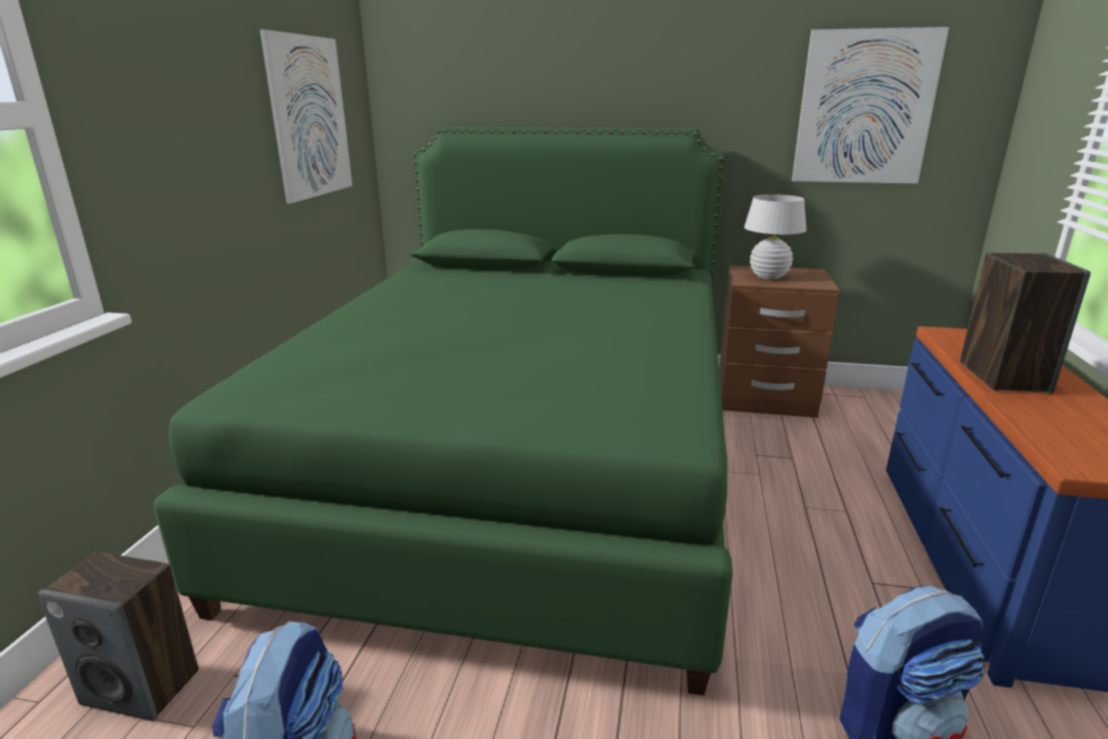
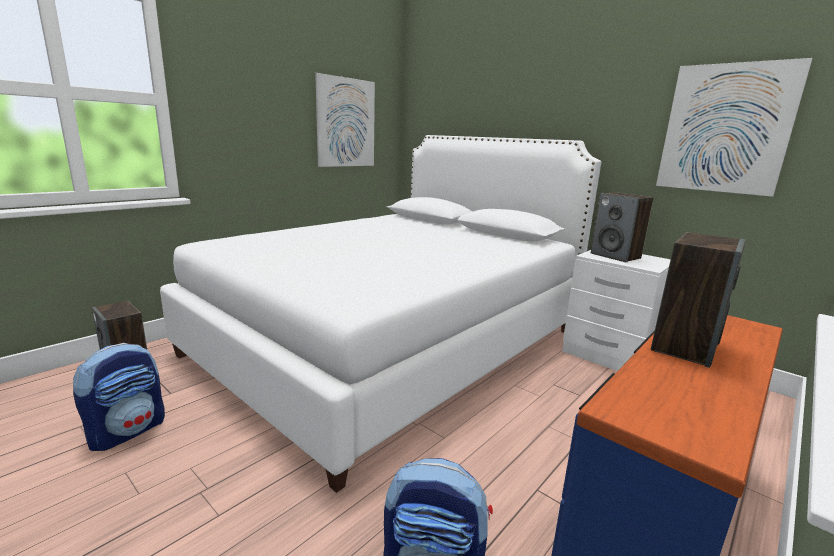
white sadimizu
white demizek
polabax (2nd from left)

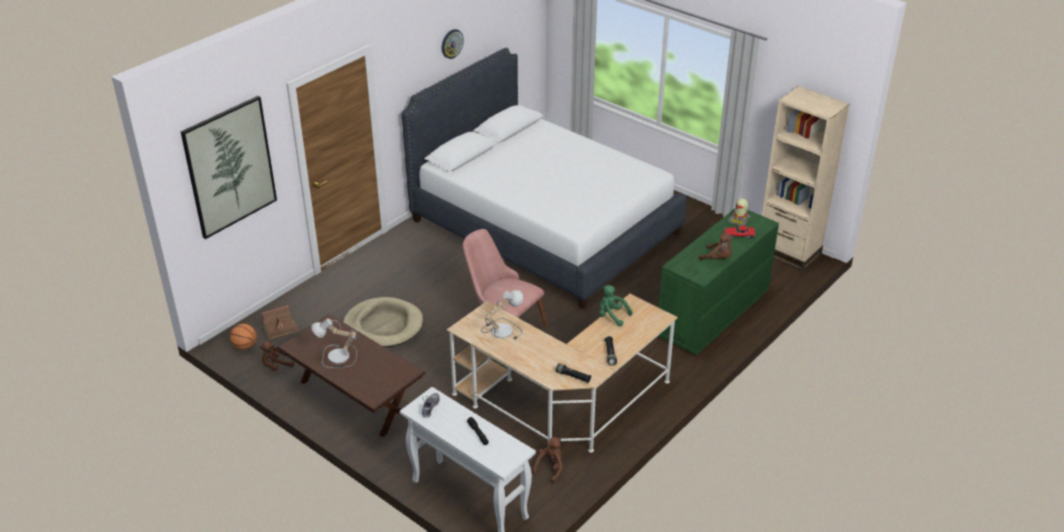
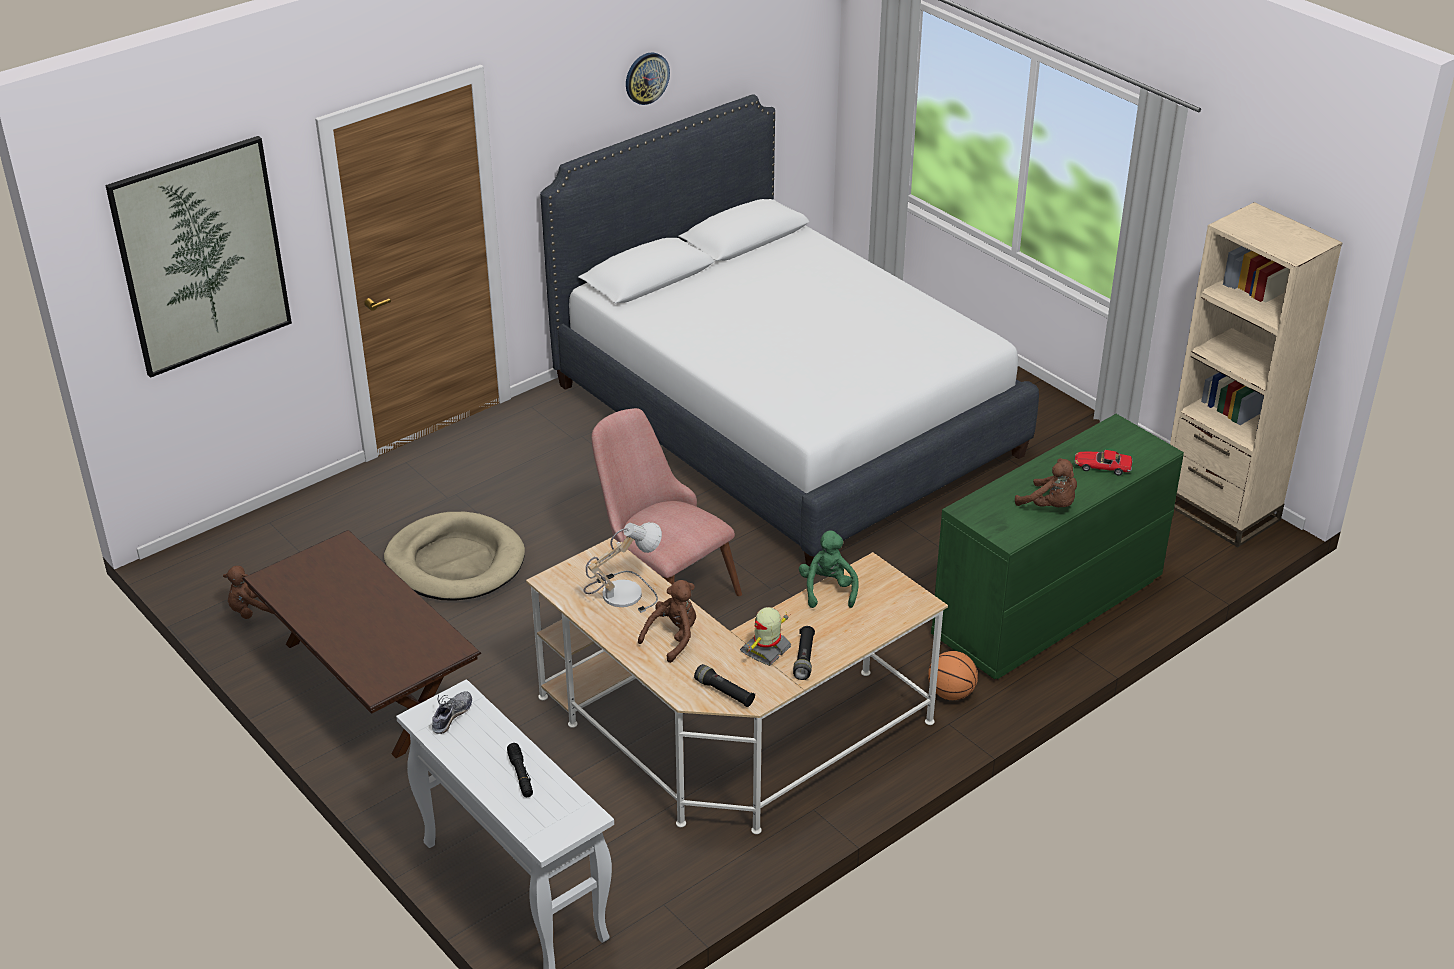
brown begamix (2nd from left)
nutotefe
green begamix
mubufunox
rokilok
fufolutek (1st from left in the first image)

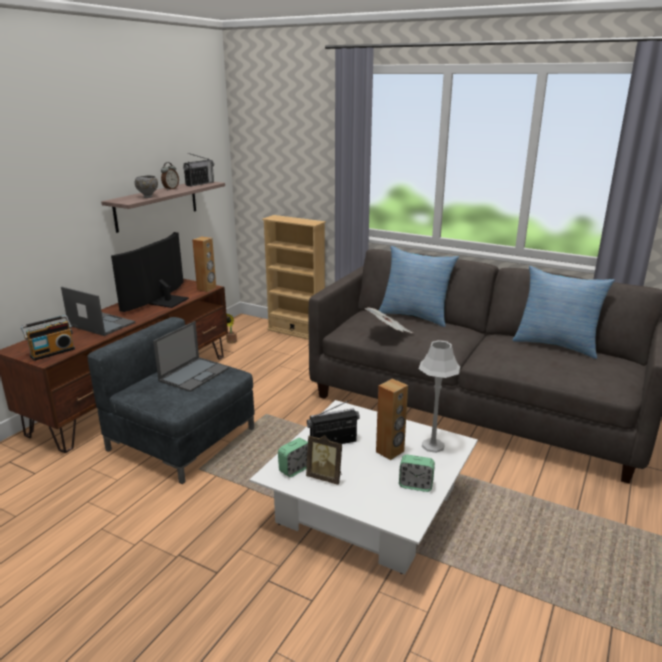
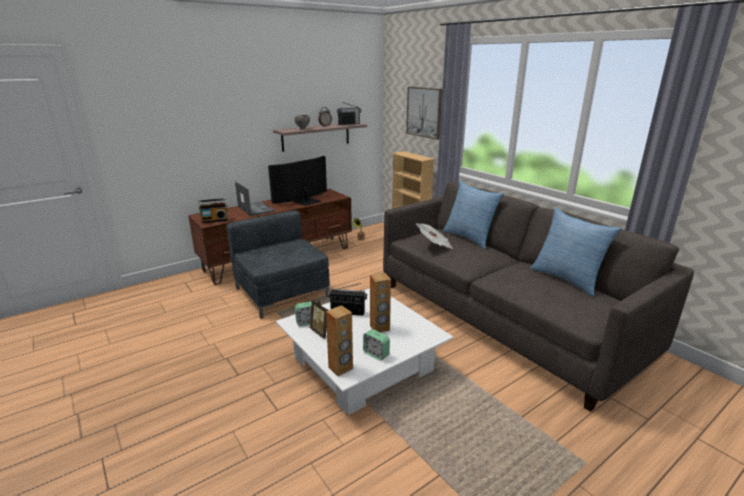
brown polabax (1st from left)
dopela
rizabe (2nd from left in the first image)
grey fufolutek

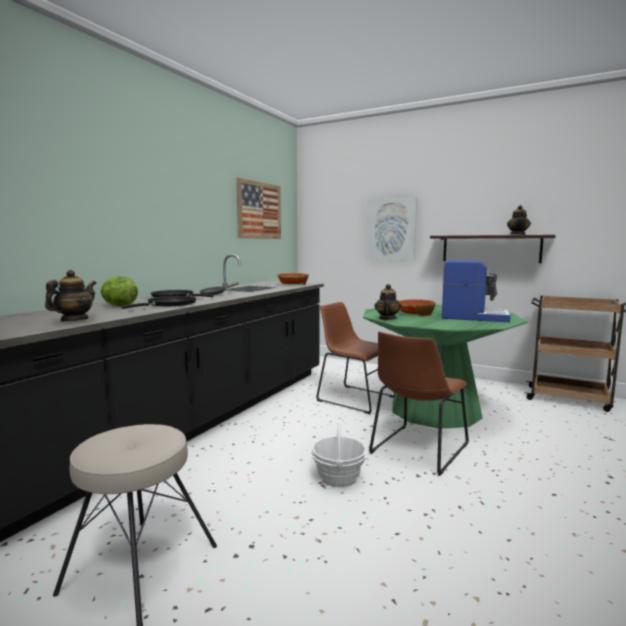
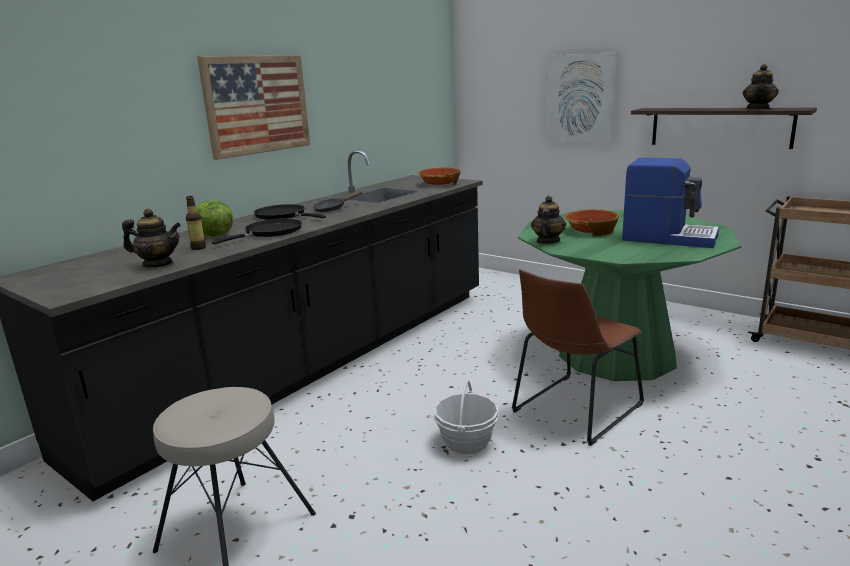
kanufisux (1st from left)
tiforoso
dopela (1st from left)
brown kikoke (1st from left in the first image)

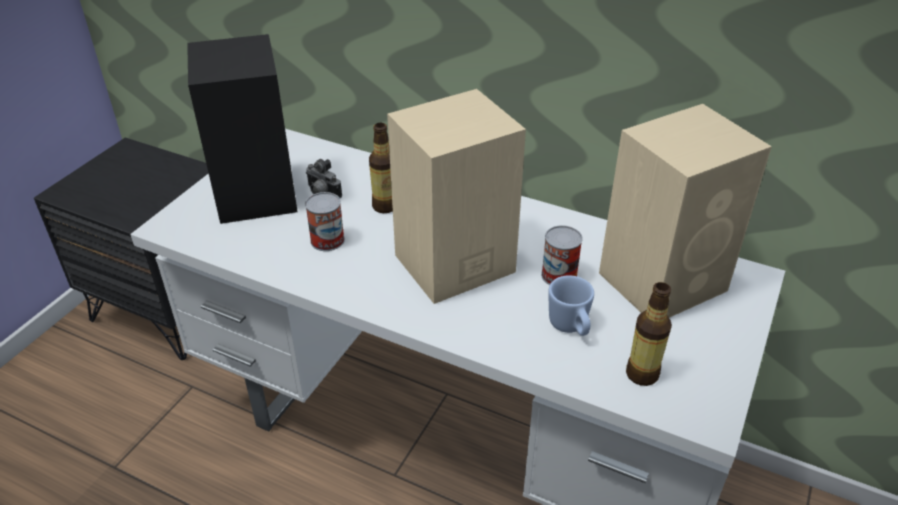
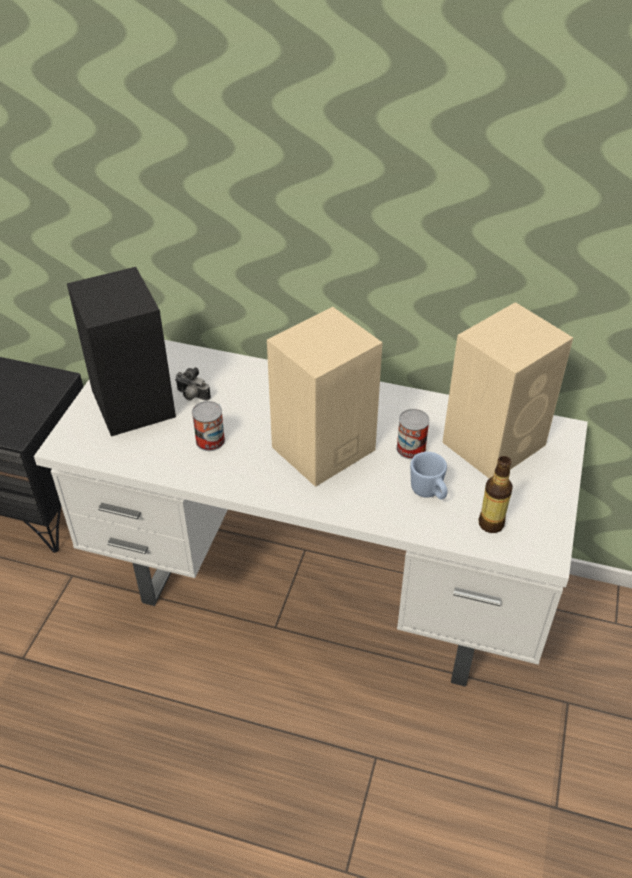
tiforoso (1st from left in the first image)

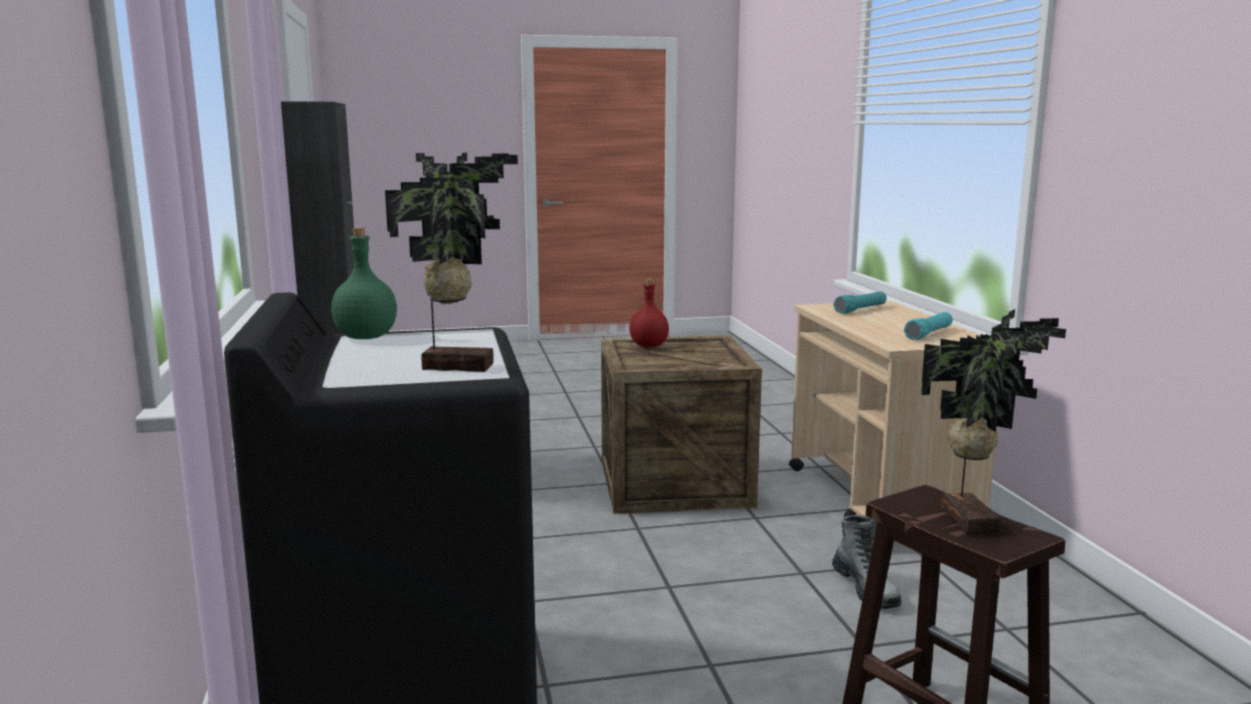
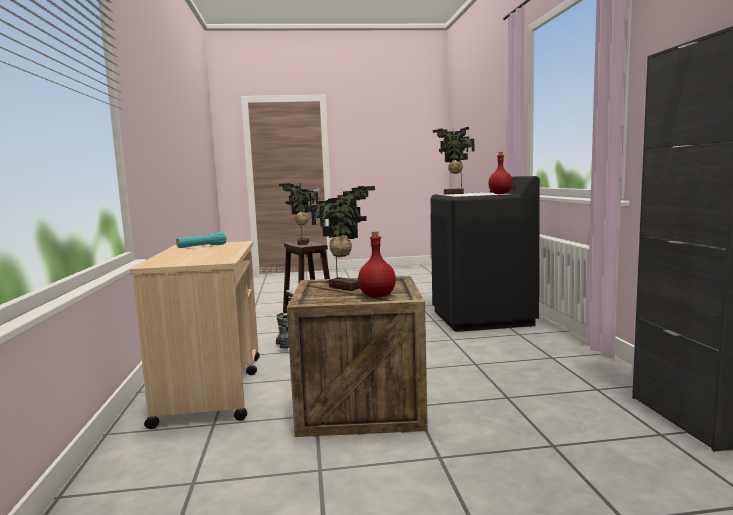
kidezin (2nd from left)
red tiforoso (2nd from left)
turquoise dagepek (1st from left in the first image)

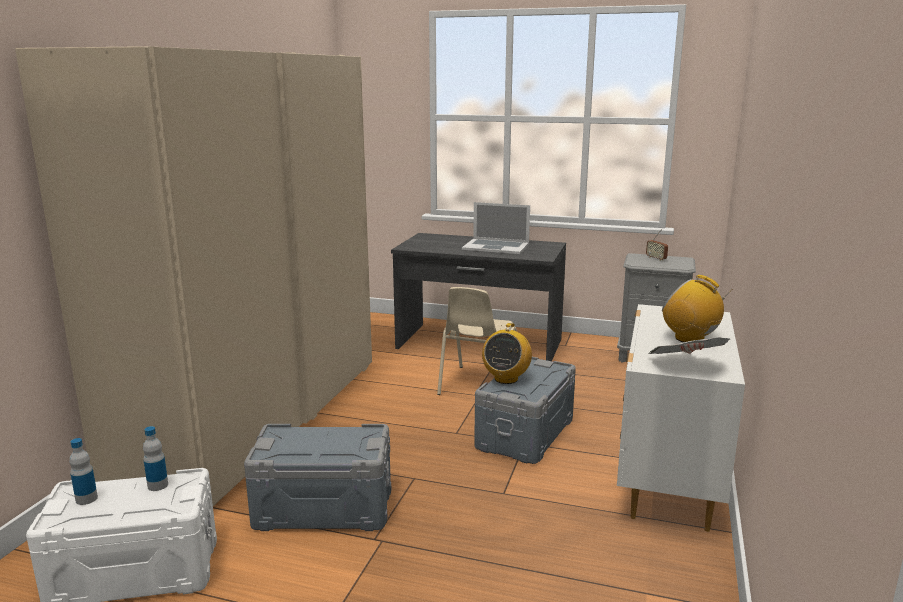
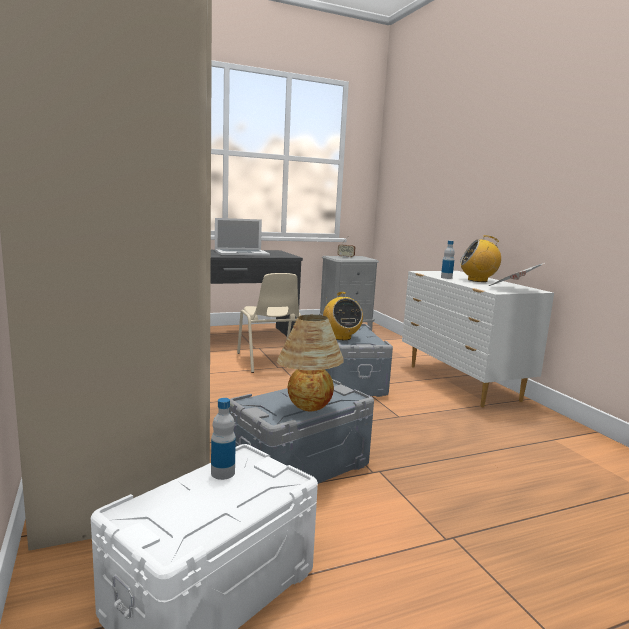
fufolutek
tiforoso (2nd from left)

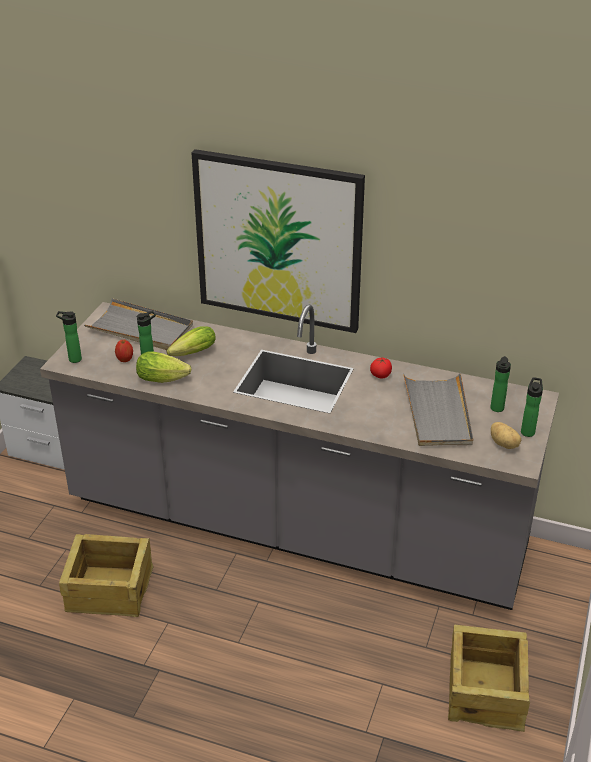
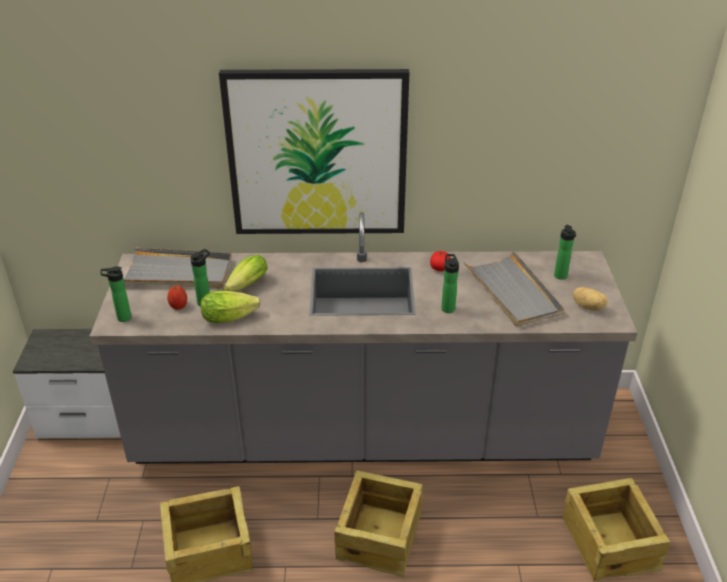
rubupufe (2nd from left)
tiforoso (3rd from left)

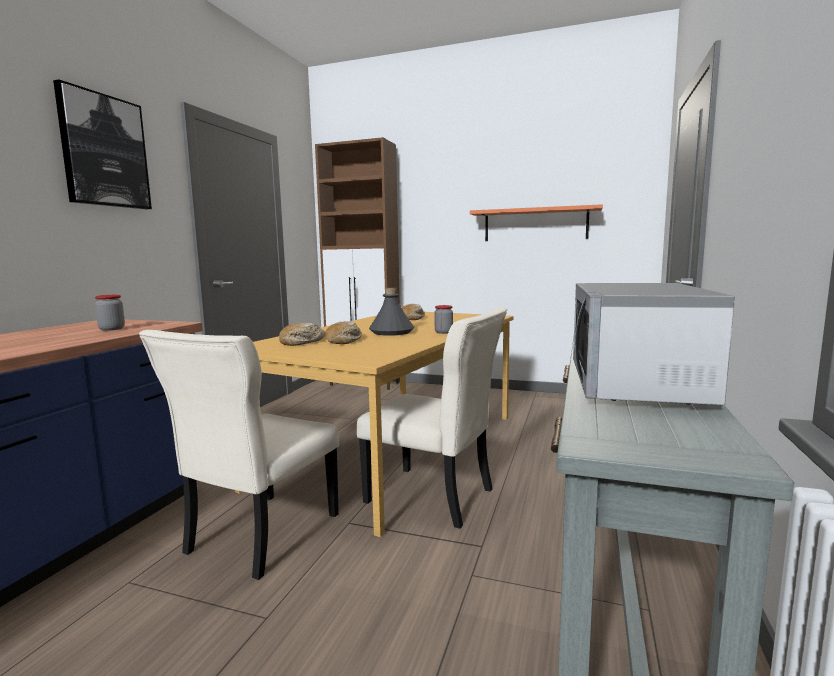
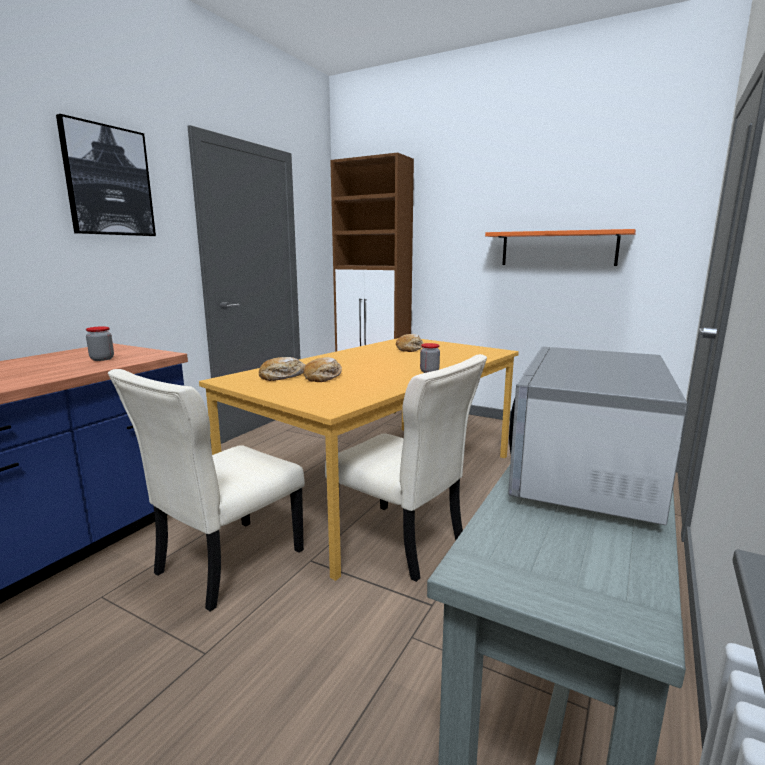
grey tiforoso

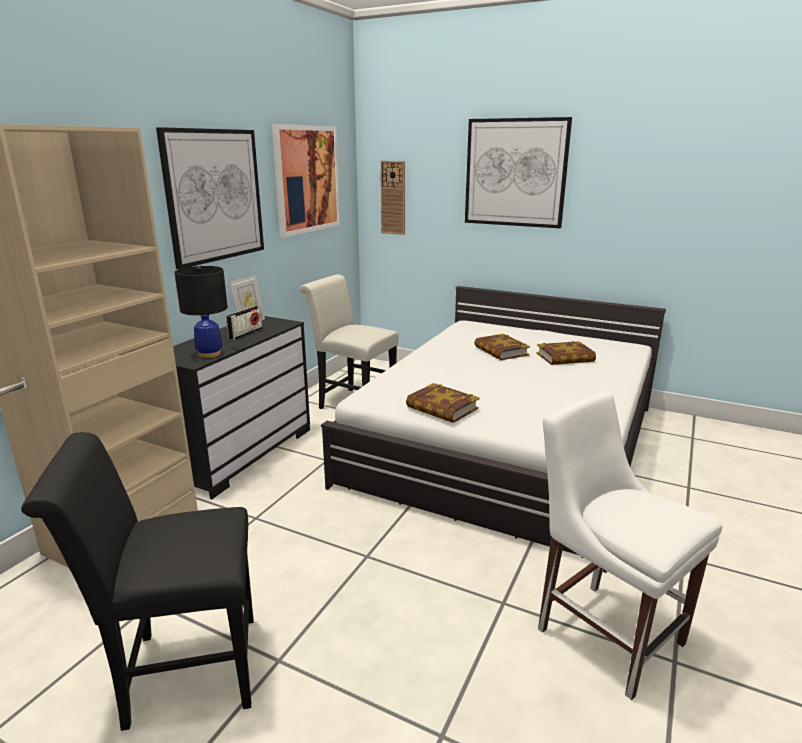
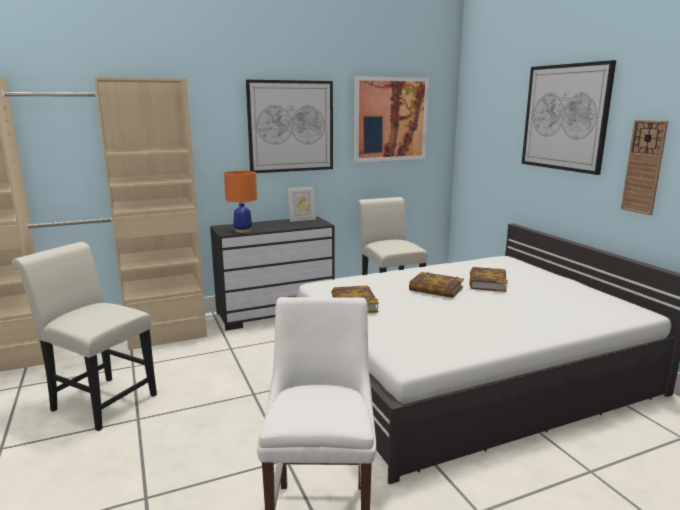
white kikoke (1st from left)
orange fufolutek
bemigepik (2nd from left)
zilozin
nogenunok

